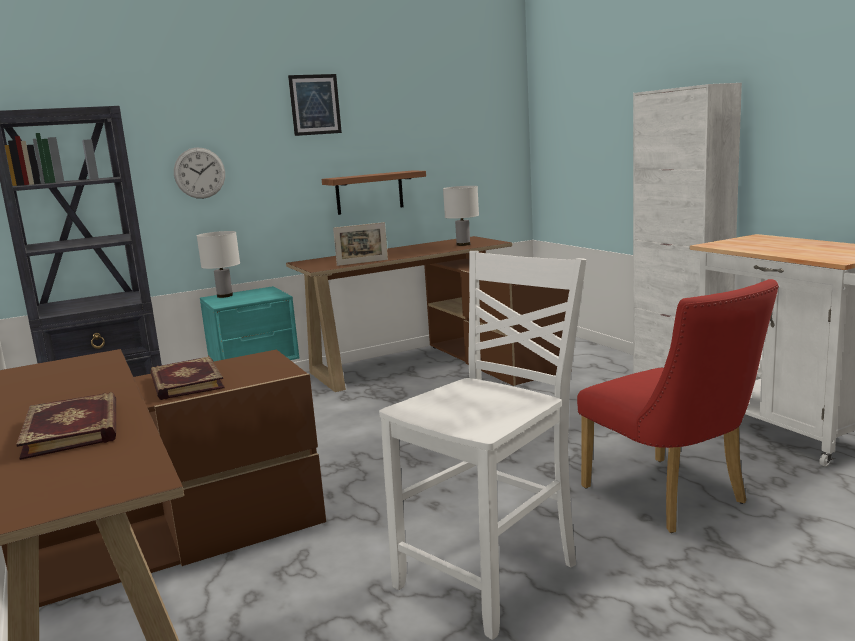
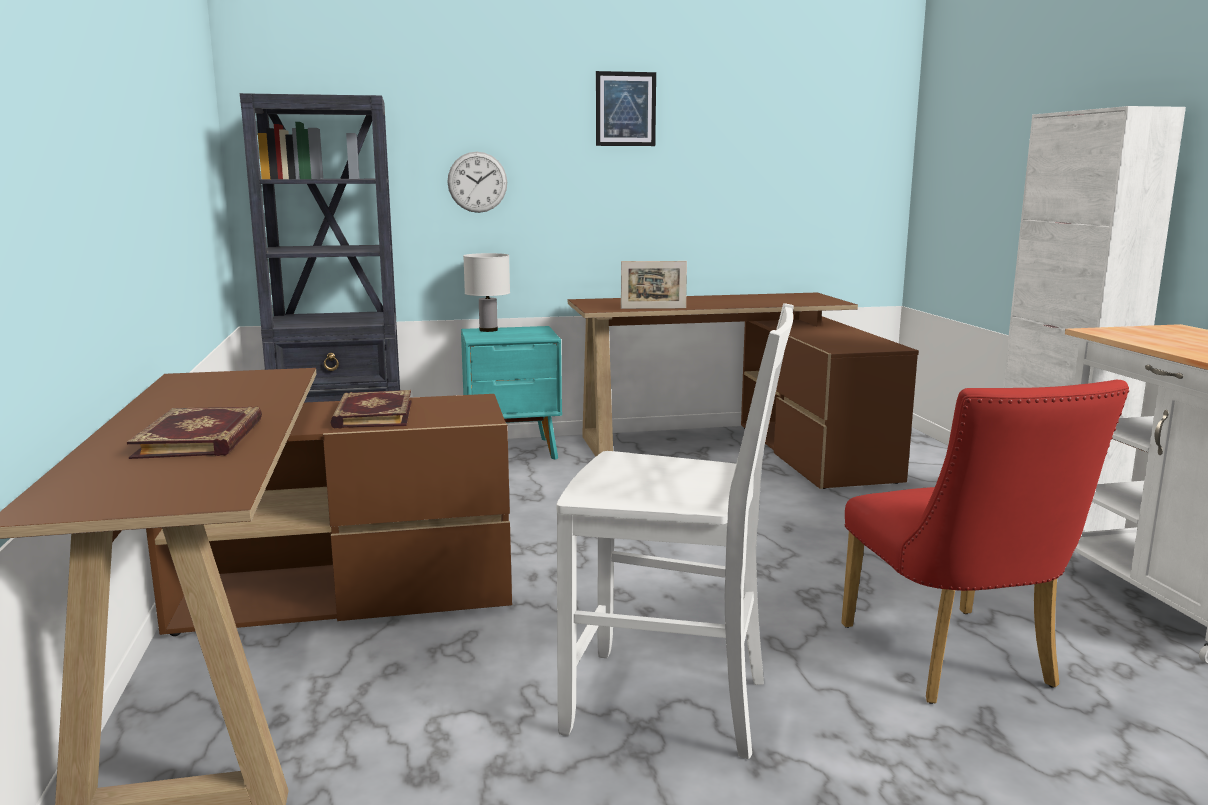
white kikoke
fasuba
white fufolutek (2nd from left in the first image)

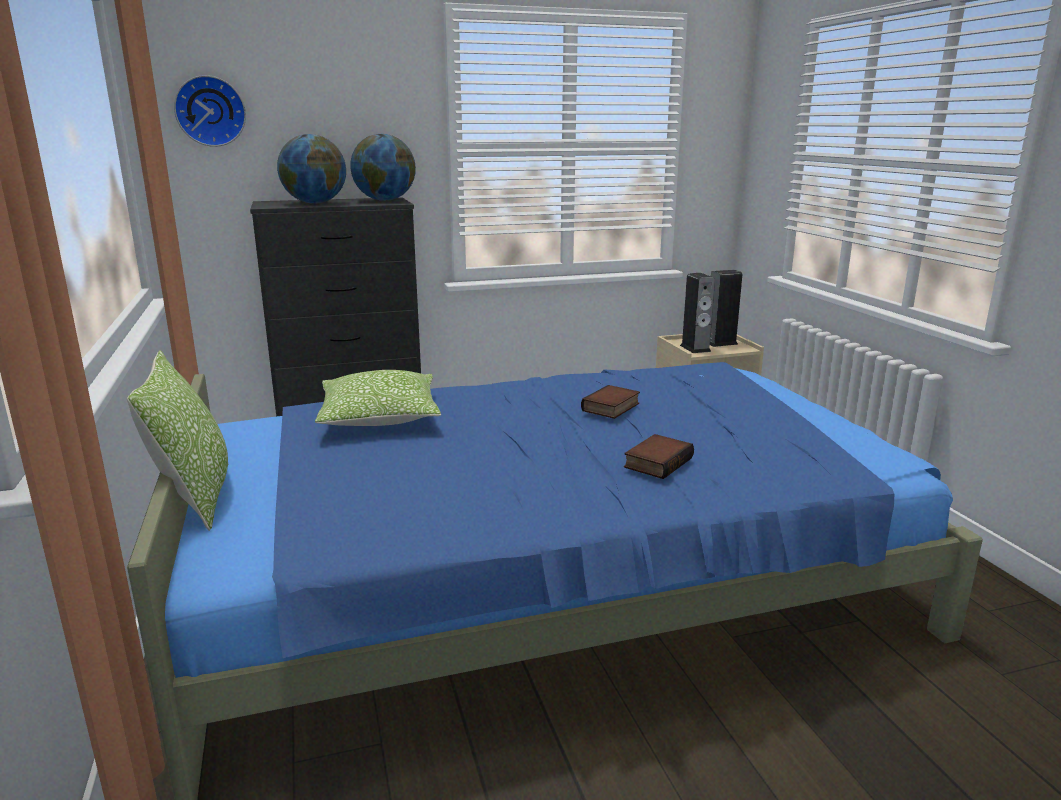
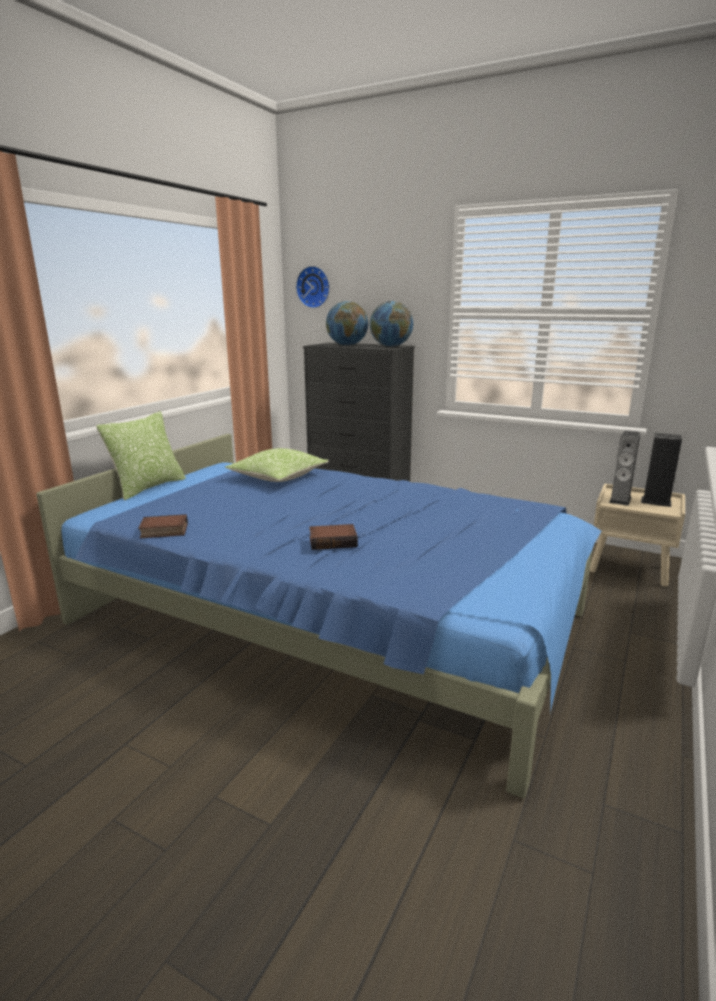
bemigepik (1st from left)

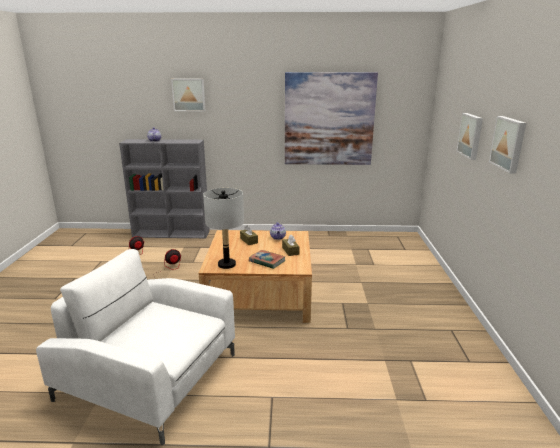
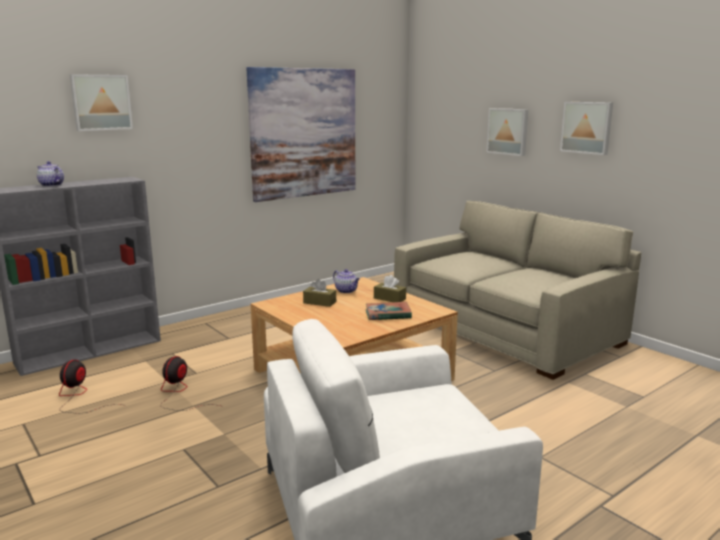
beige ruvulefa
grey fufolutek

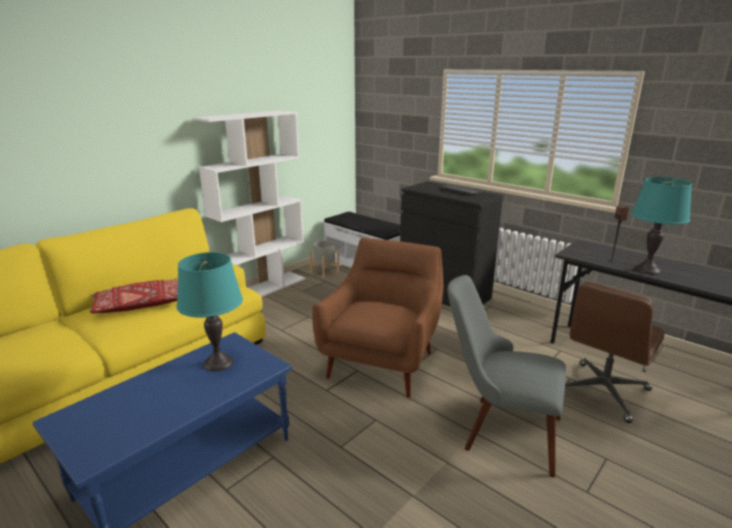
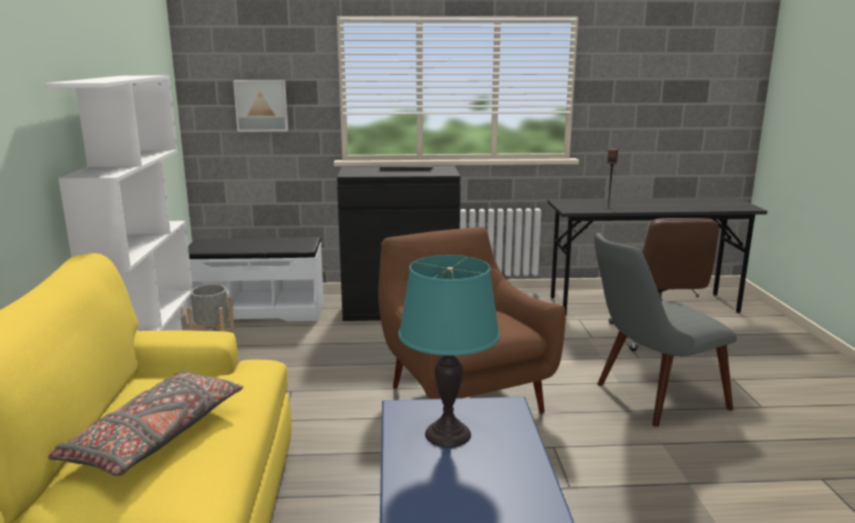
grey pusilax
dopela
turquoise fufolutek (2nd from left in the first image)

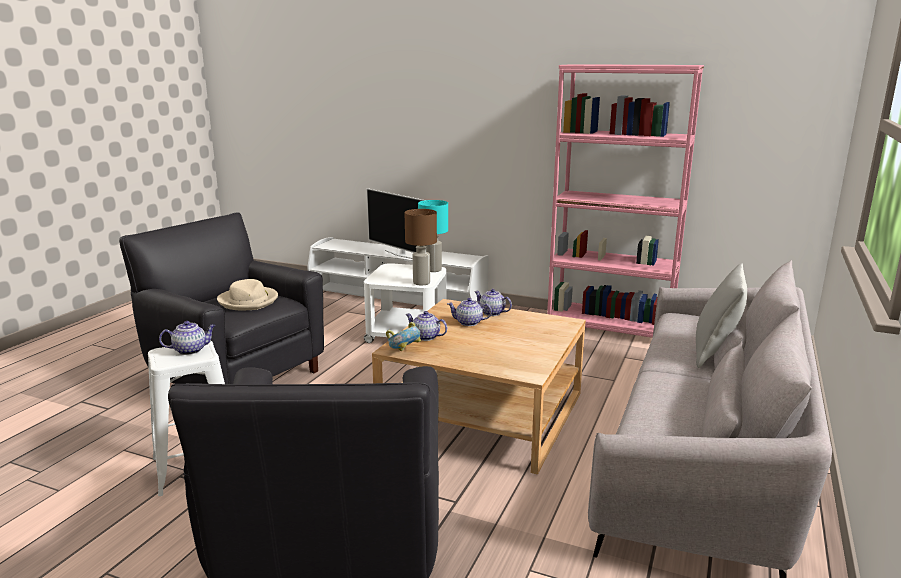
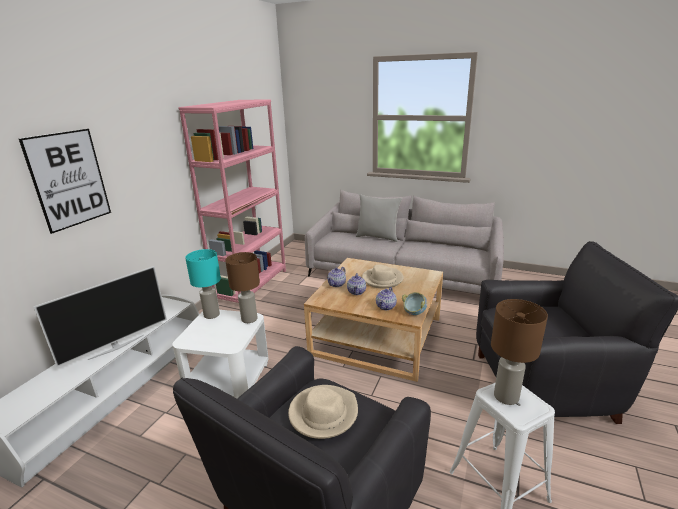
dopela
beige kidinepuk (2nd from left)
brown fufolutek (2nd from left)

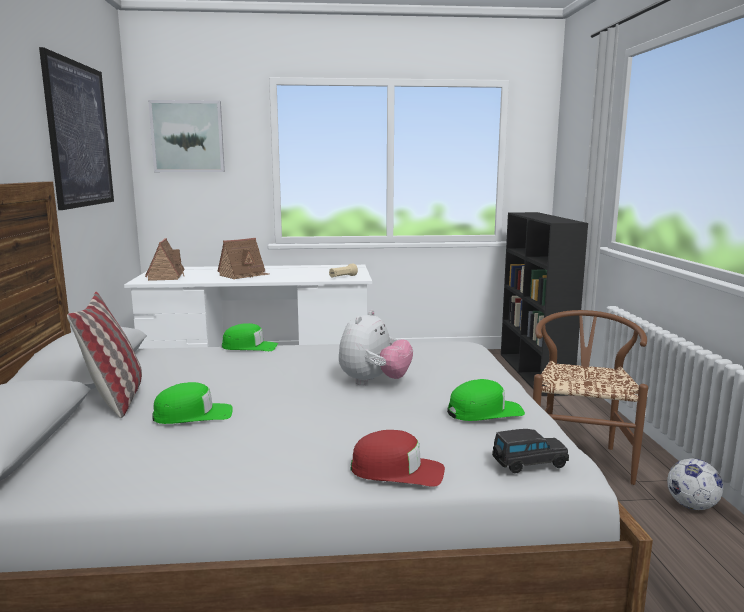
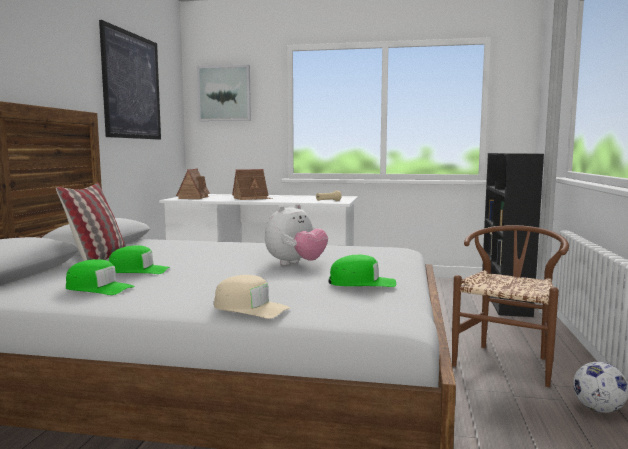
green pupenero (1st from left)
beige pupenero
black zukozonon

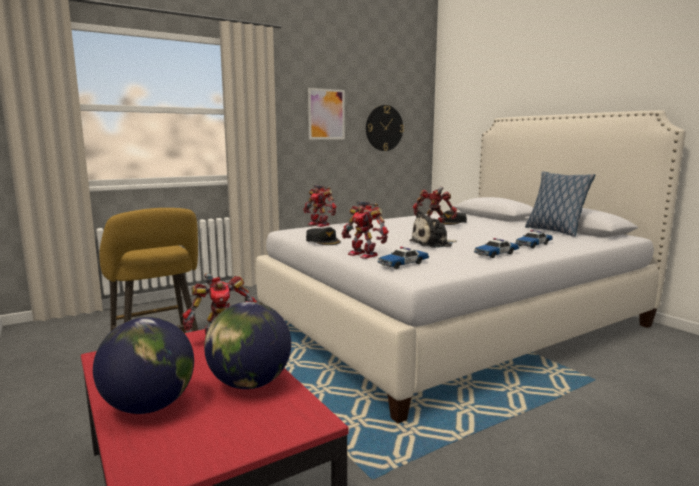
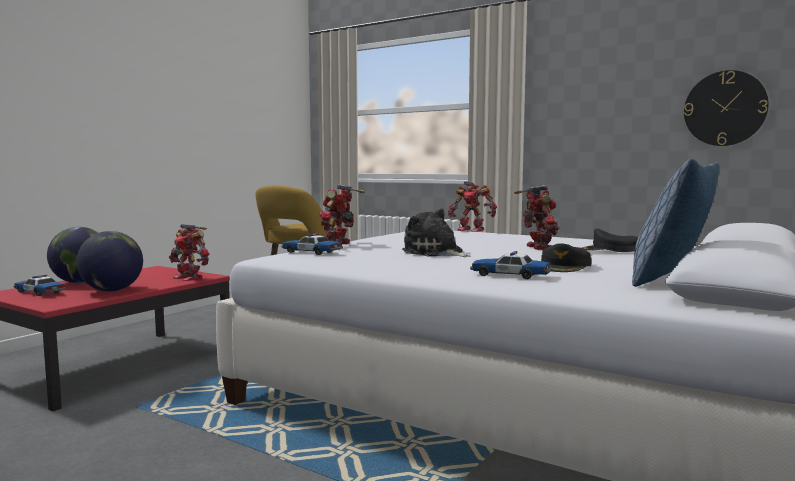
zukozonon (1st from left)
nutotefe (3rd from left)
black pupenero (1st from left)
dopela

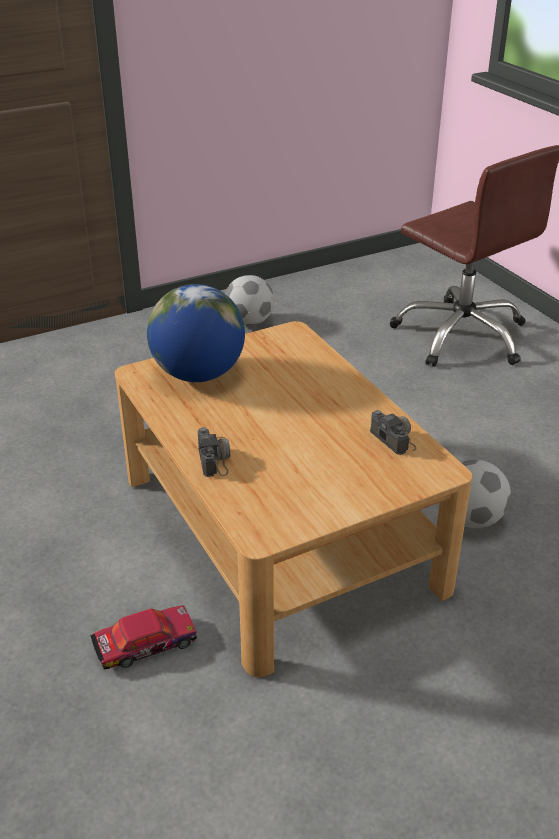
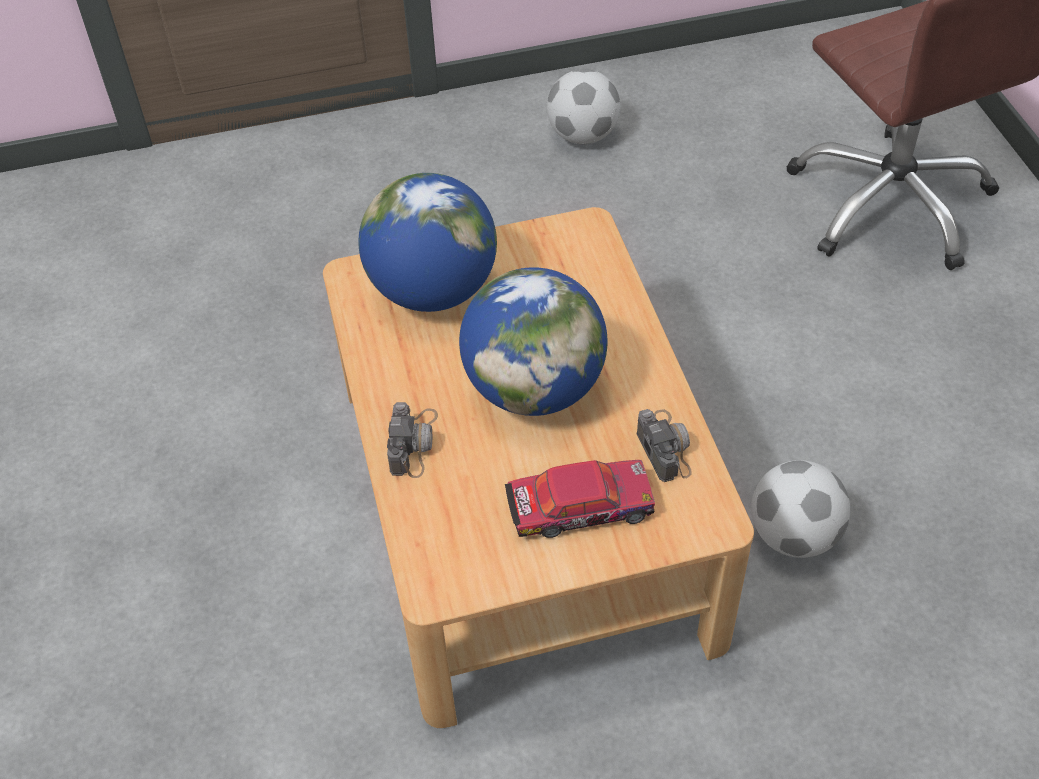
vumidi (2nd from left)
zukozonon

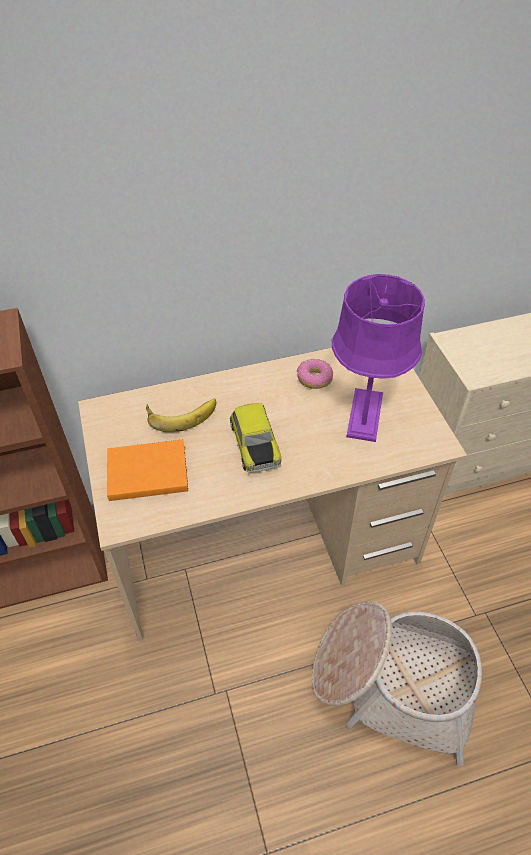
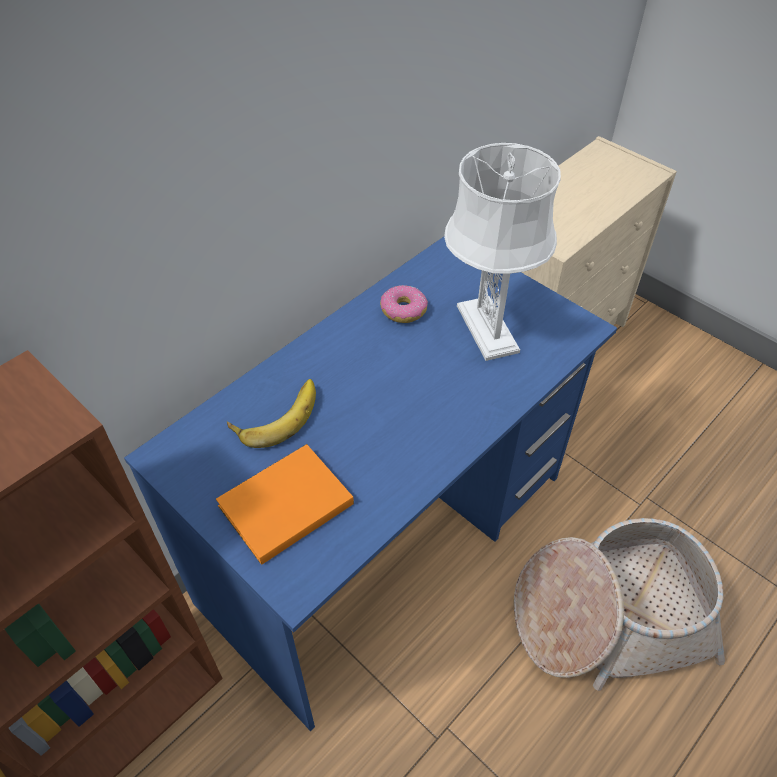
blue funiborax
white fufolutek
zukozonon

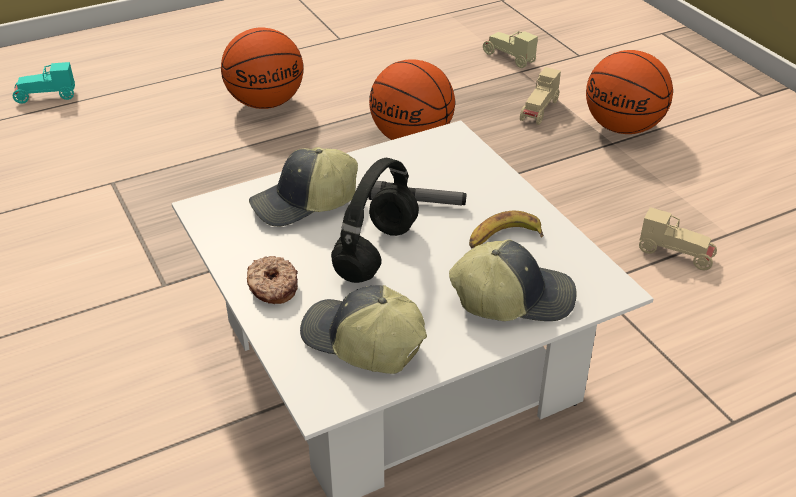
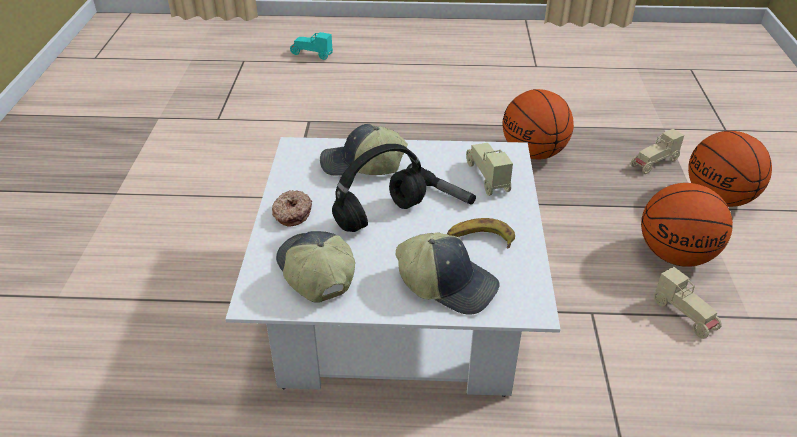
beige zukozonon (1st from left)
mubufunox (2nd from left)

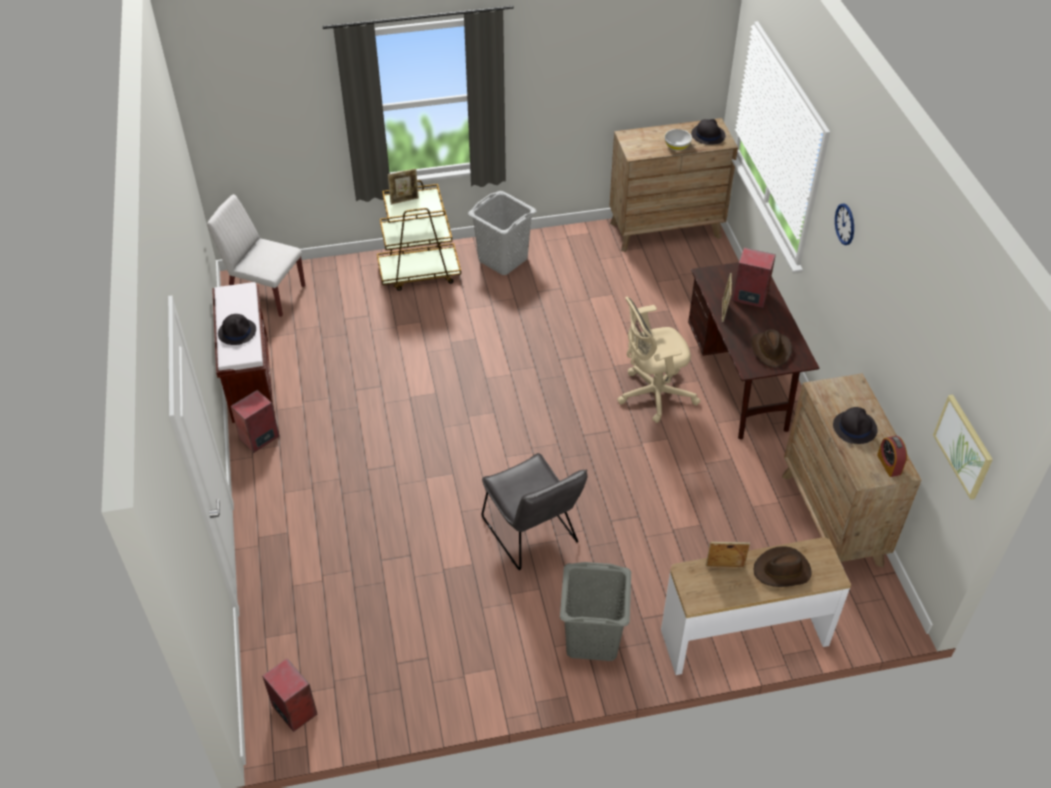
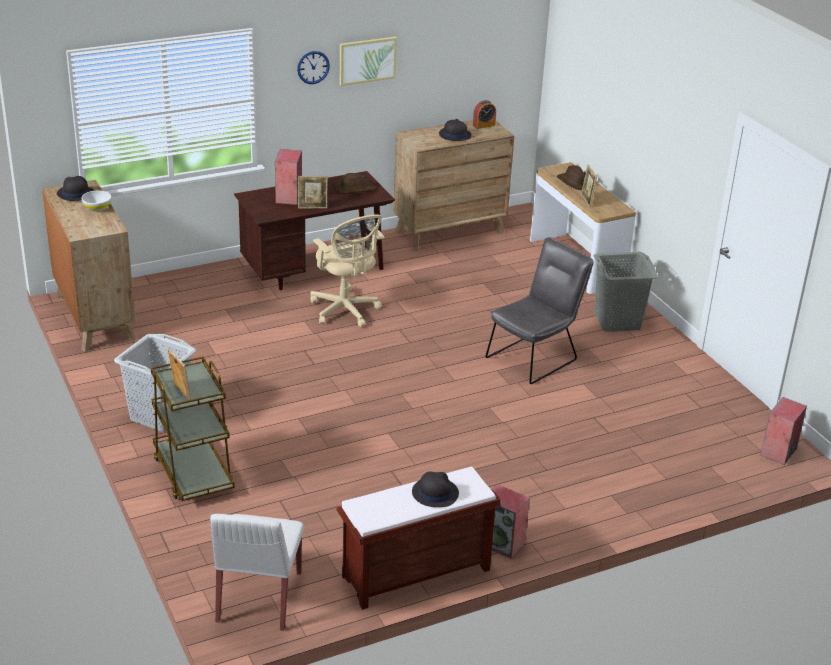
dopela

